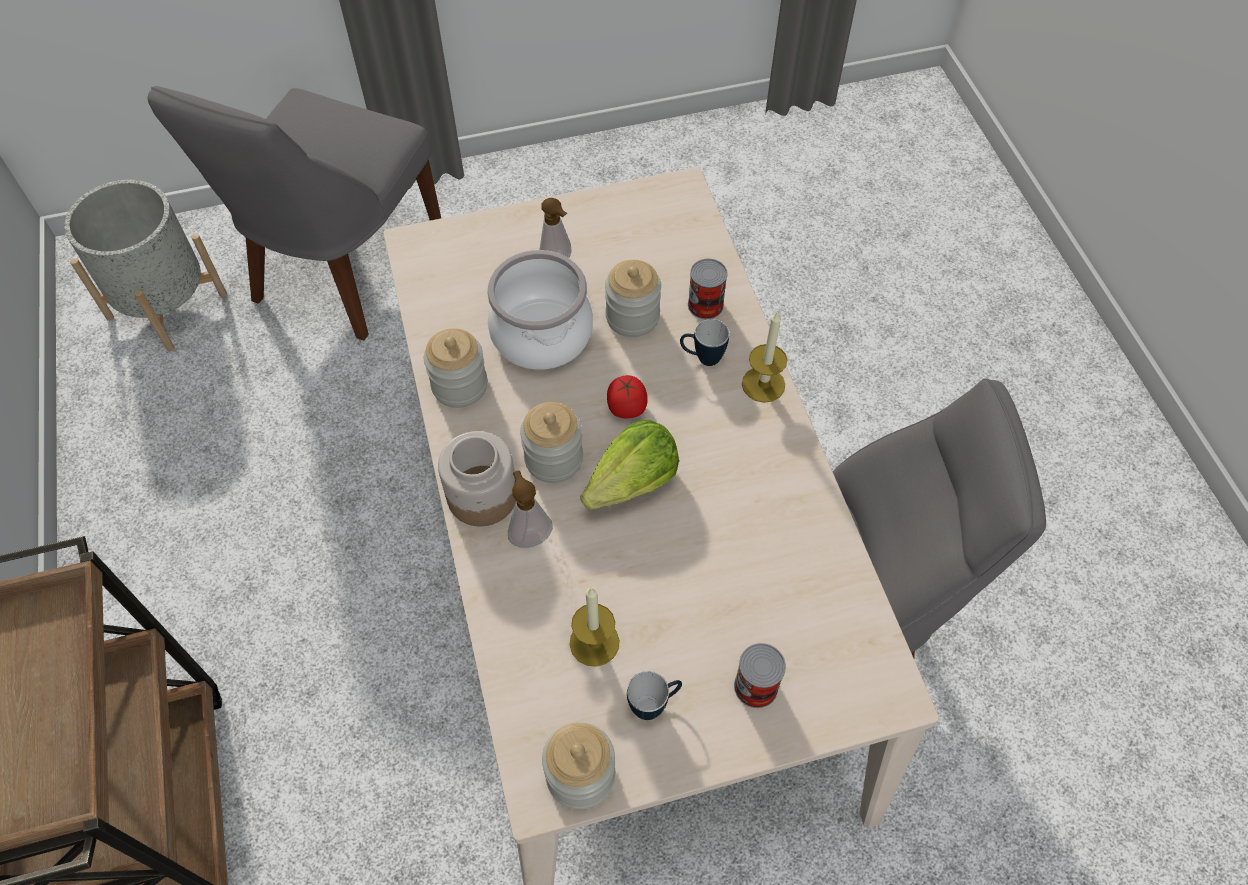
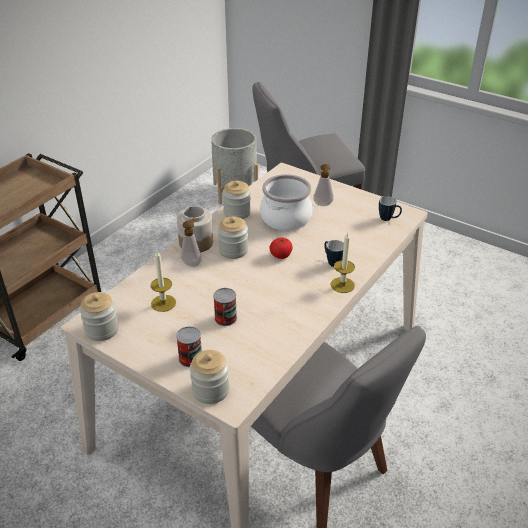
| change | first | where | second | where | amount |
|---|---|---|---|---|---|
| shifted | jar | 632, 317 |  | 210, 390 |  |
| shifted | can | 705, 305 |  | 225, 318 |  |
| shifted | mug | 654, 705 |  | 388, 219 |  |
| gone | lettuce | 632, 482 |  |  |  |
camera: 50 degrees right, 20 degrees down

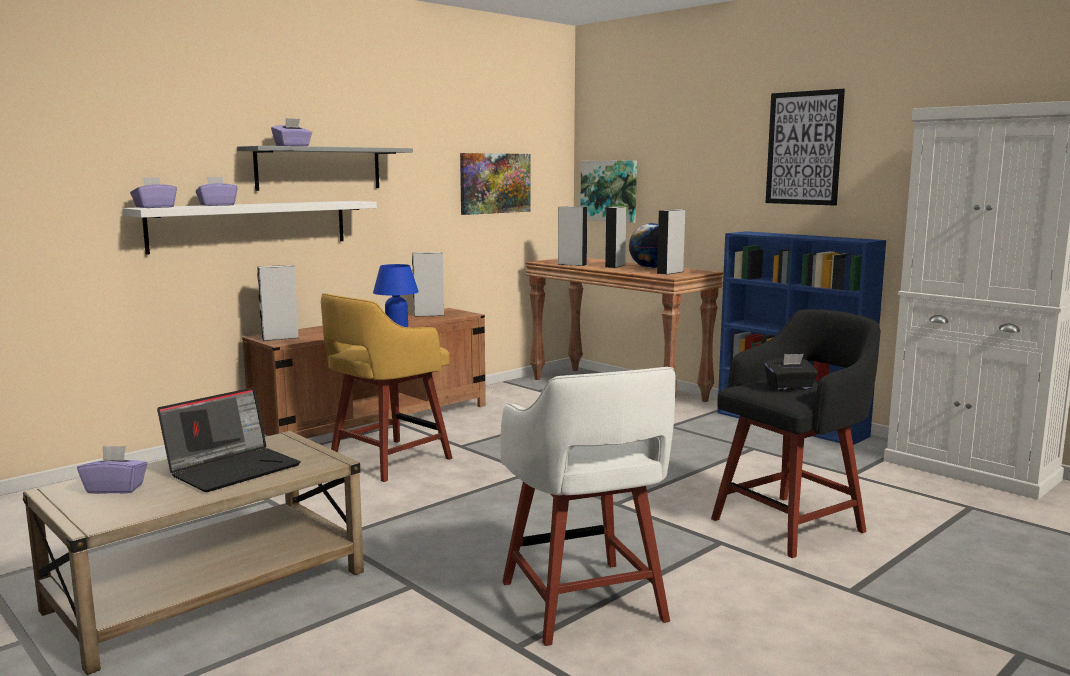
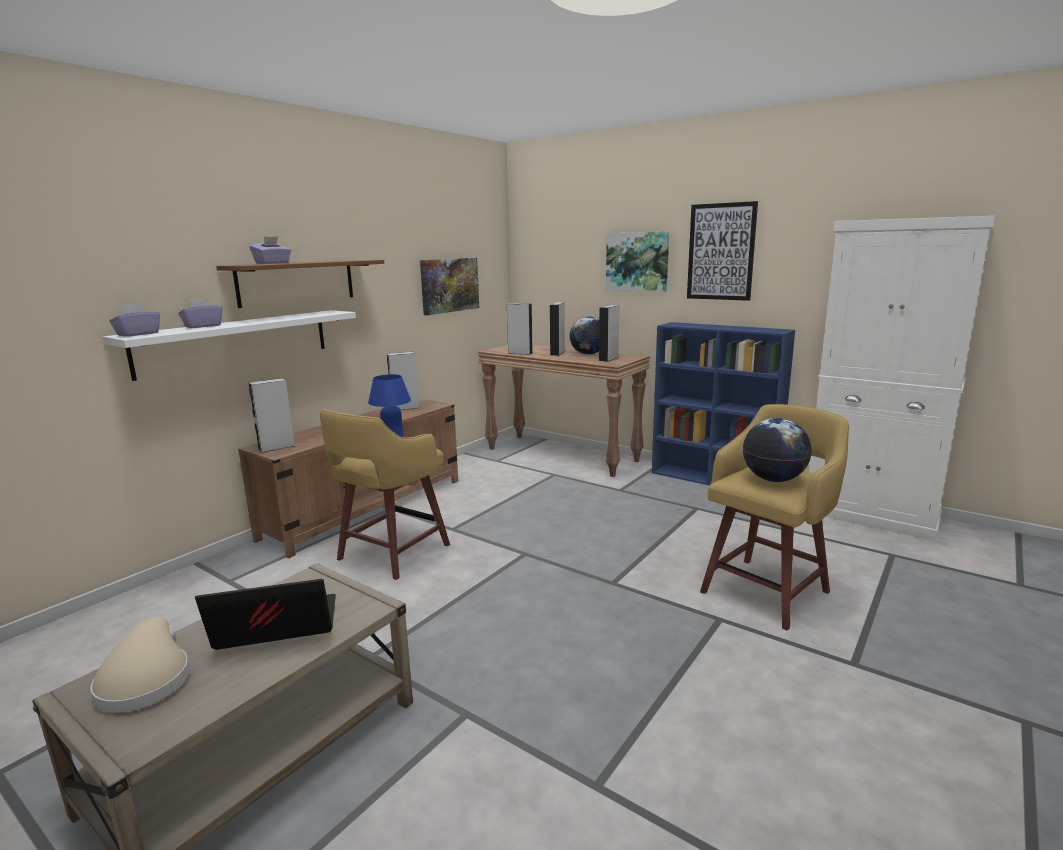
| change | first | where | second | where | amount |
|---|---|---|---|---|---|
| swapped | purple tissue box | 115, 488 | beige hat | 146, 680 |  |
| rotated | laptop | 234, 468 |  | 275, 629 | 135 degrees counterclockwise |
| repainted | grey shelf | 319, 168 | brown shelf | 297, 282 |  |
| shifted | picture | 609, 191 |  | 637, 261 |  |
| repainted | black stool | 791, 524 | yellow stool | 767, 590 |  |
| swapped | black tissue box | 790, 387 | globe | 774, 479 |  |
| gone | white stool | 584, 604 |  |  |  |
camera: 10 degrees left, 5 degrees up

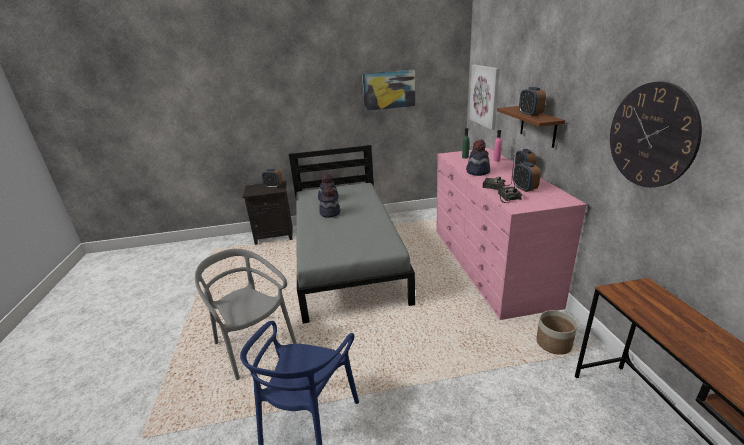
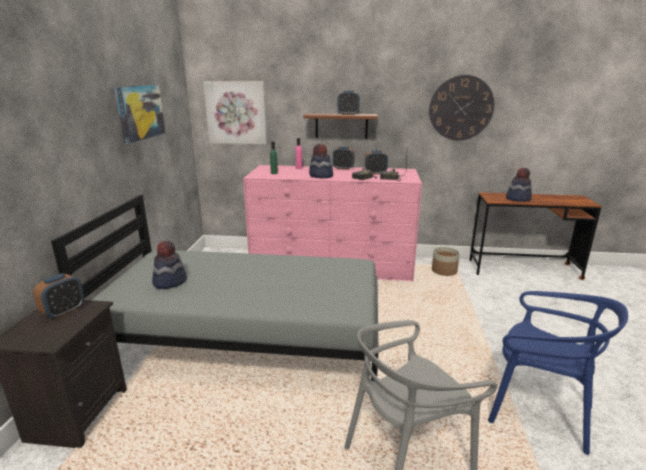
| change | first | where | second | where | amount |
|---|---|---|---|---|---|
| shifted | hat | 330, 213 |  | 517, 198 |  |
camera: 75 degrees left, 5 degrees down

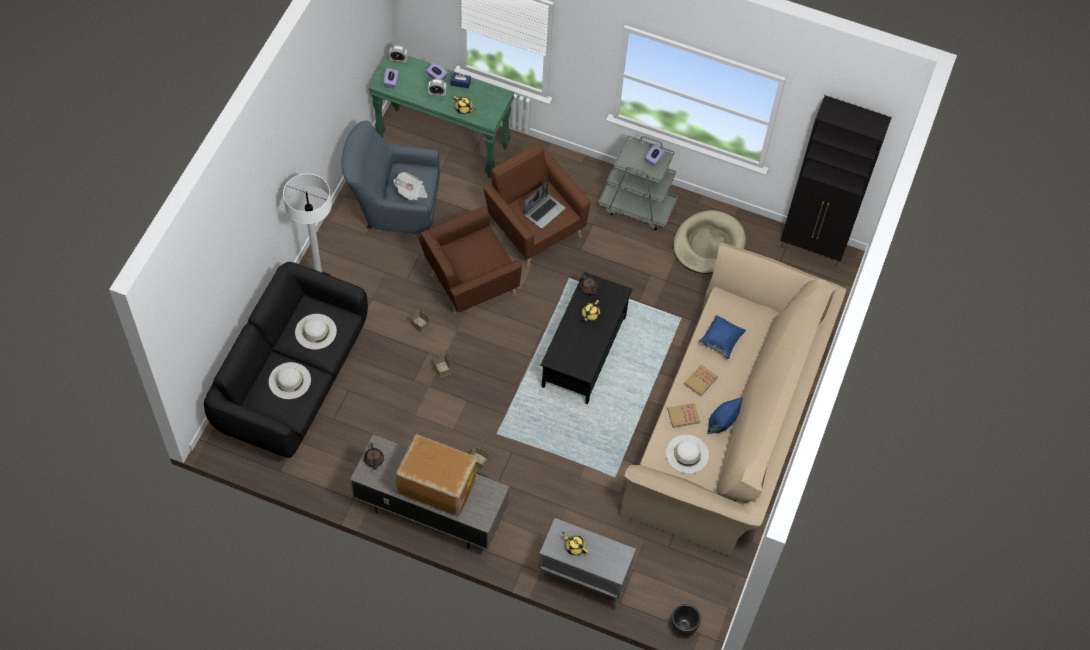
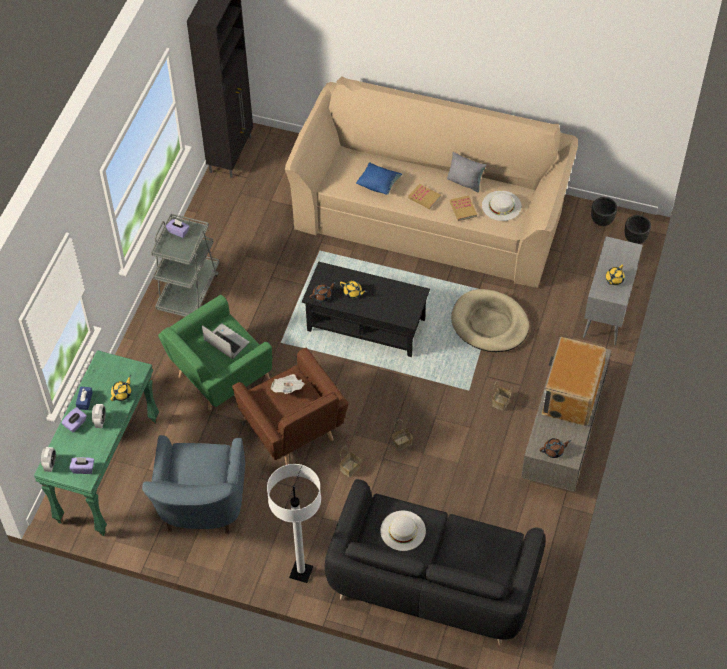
| change | first | where | second | where | amount |
|---|---|---|---|---|---|
| repainted | brown armchair | 534, 227 | green armchair | 219, 376 |  |
| shifted | newspaper | 411, 192 |  | 288, 389 |  |
| repainted | blue pillow | 722, 423 | grey pillow | 465, 182 |  |
| shifted | beige dog bed | 708, 244 |  | 489, 323 |  |
| new |  |  | black planter | 602, 221 |  |
| gone | white hat | 289, 380 |  |  |  |
camera: 90 degrees left, 5 degrees down

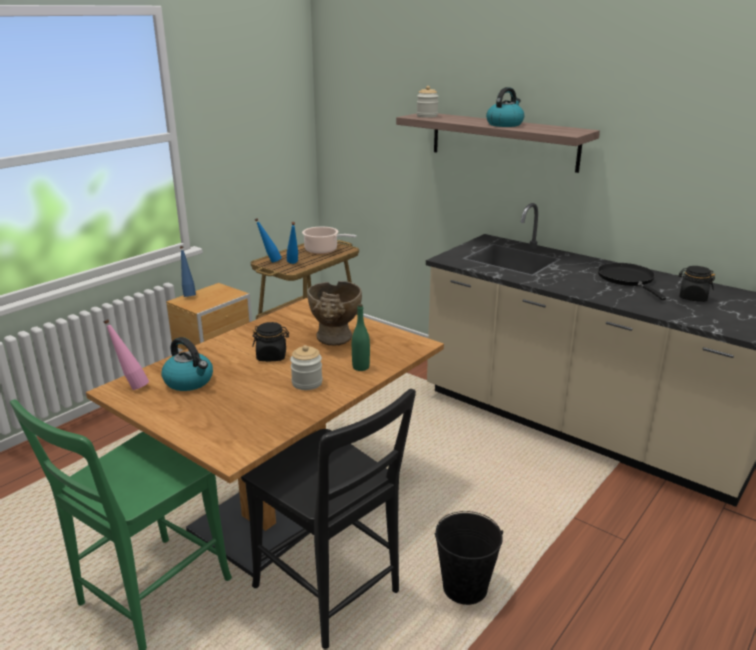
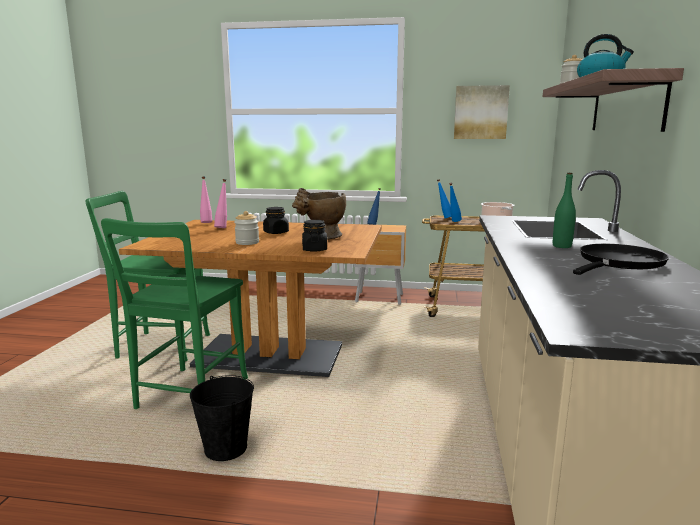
| change | first | where | second | where | amount |
|---|---|---|---|---|---|
| repainted | black chair | 331, 593 | green chair | 189, 396 |  |
| swapped | kettle | 189, 381 | pink bottle | 223, 227 |  |
| shifted | black jar | 692, 297 |  | 314, 249 |  |
| new |  |  | picture | 480, 112 |  |
| shifted | green bottle | 361, 367 |  | 561, 246 |  |
camera: 60 degrees right, 10 degrees down

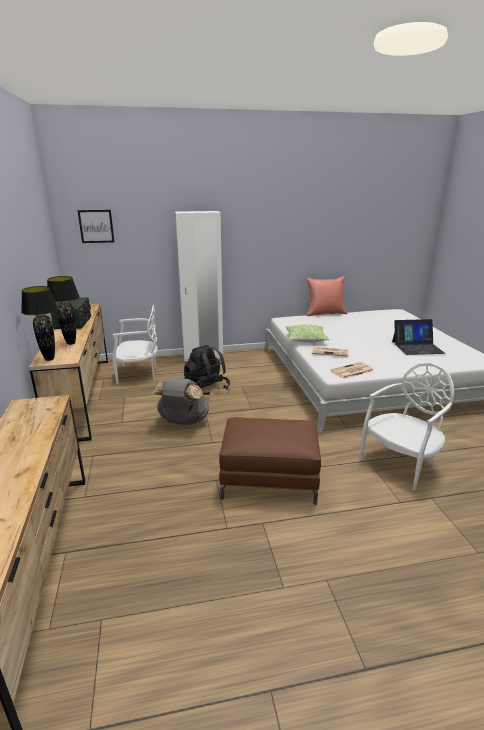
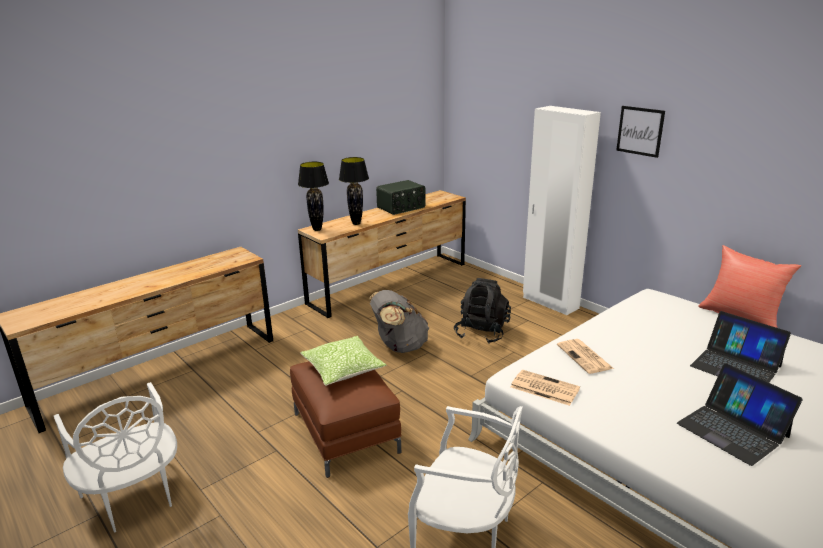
| change | first | where | second | where | amount |
|---|---|---|---|---|---|
| shifted | white chair | 138, 374 |  | 133, 498 |  |
| shifted | pillow | 306, 339 |  | 343, 369 |  |
| shifted | picture | 96, 226 |  | 640, 131 |  |
| new |  |  | laptop | 735, 366 |  |
camera: 60 degrees right, 0 degrees up

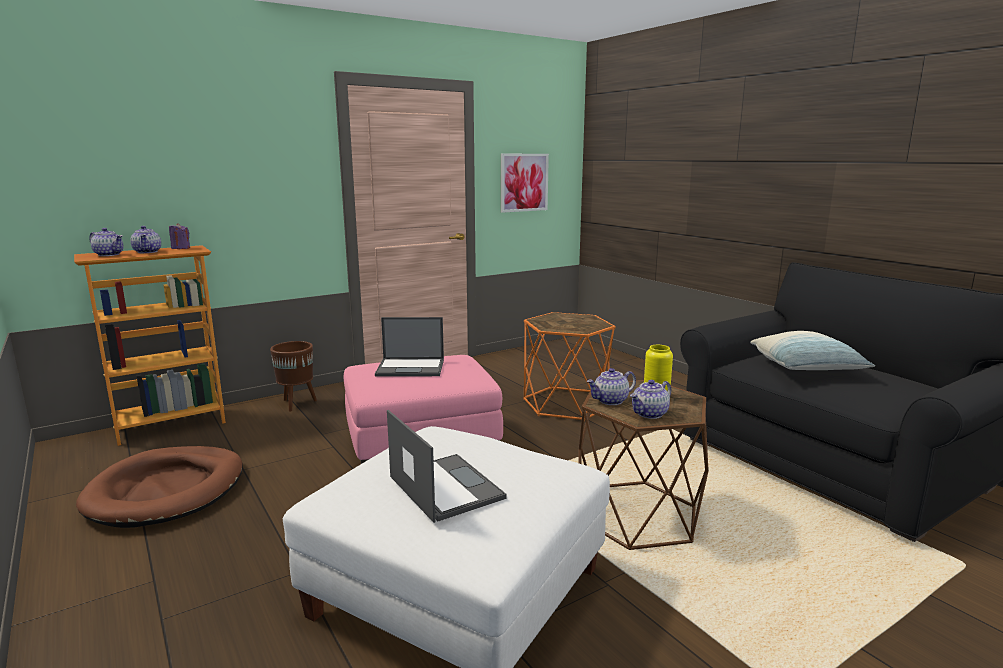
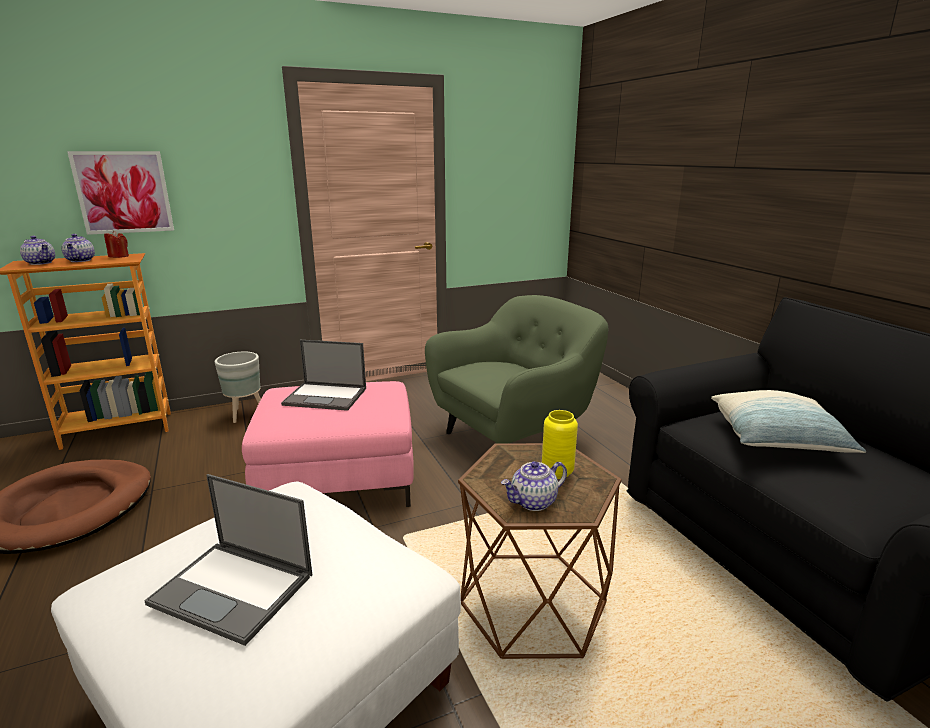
| change | first | where | second | where | amount |
|---|---|---|---|---|---|
| shifted | picture | 524, 182 |  | 123, 192 |  |
| repainted | purple candle | 181, 248 | red candle | 119, 256 |  |
| rotated | laptop | 444, 487 |  | 234, 589 | 135 degrees clockwise |
| repainted | brown planter | 297, 404 | grey planter | 245, 414 |  |
| swapped | orange side table | 566, 404 | green armchair | 514, 437 |  |
| gone | teapot | 610, 401 |  |  |  |
camera: 10 degrees right, 5 degrees up

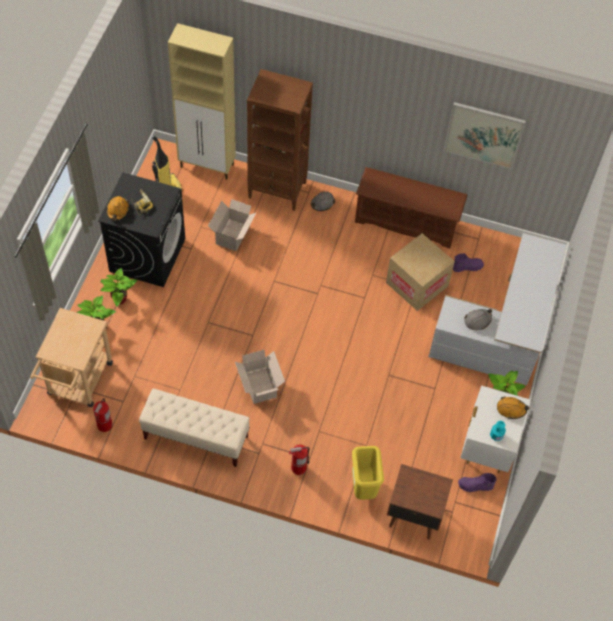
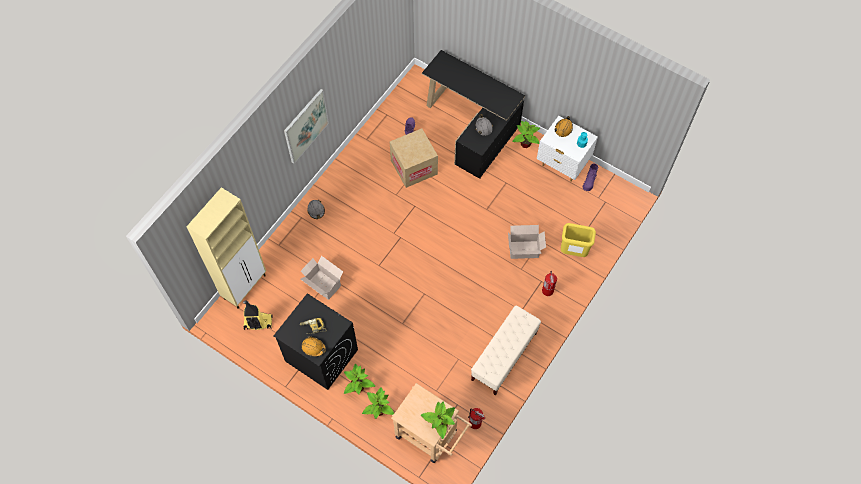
| change | first | where | second | where | amount |
|---|---|---|---|---|---|
| shifted | picture | 483, 135 |  | 306, 126 |  |
| new |  |  | potted plant | 440, 425 |  |
| repainted | white desk | 501, 333 | black desk | 473, 126 |  |
| shifted | cardboard box | 259, 386 |  | 524, 250 |  |
| gone | brown bookcase | 278, 190 |  |  |  |
| gone | brown shoe rack | 406, 222 |  |  |  |
| gone | brown nightstand | 413, 515 |  |  |  |
camera: 70 degrees left, 5 degrees up

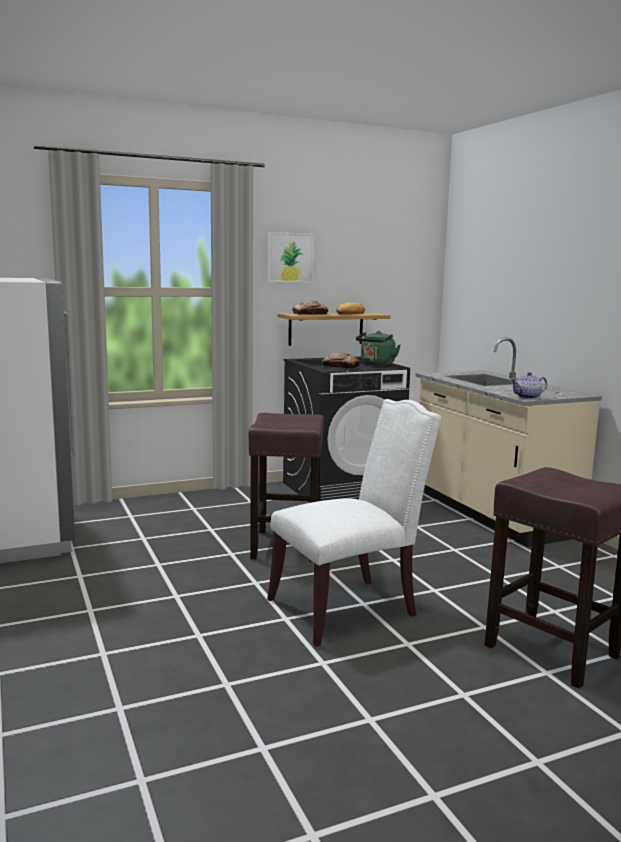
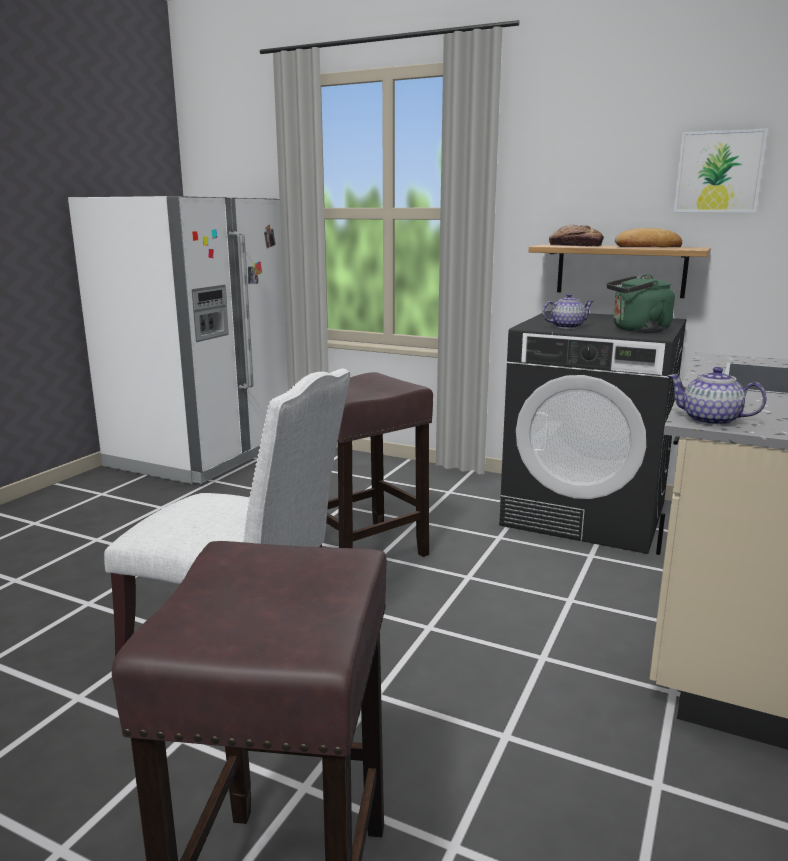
| change | first | where | second | where | amount |
|---|---|---|---|---|---|
| swapped | bread | 340, 366 | teapot | 566, 327 |  |
| shifted | picture | 290, 257 |  | 719, 172 |  |
camera: 50 degrees right, 5 degrees up

